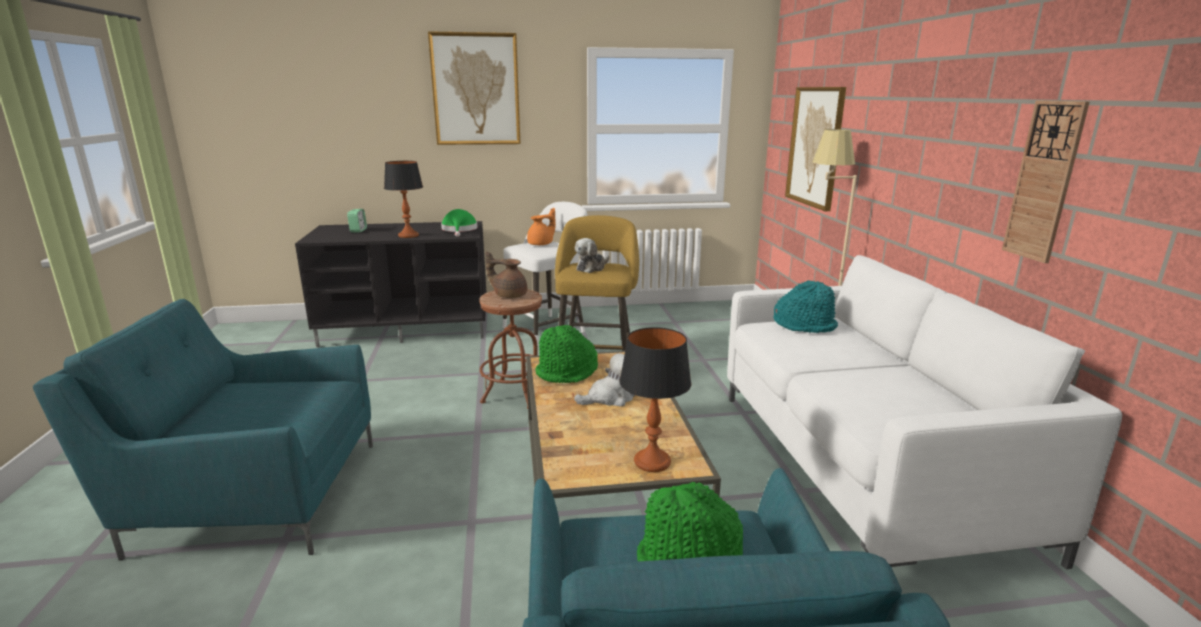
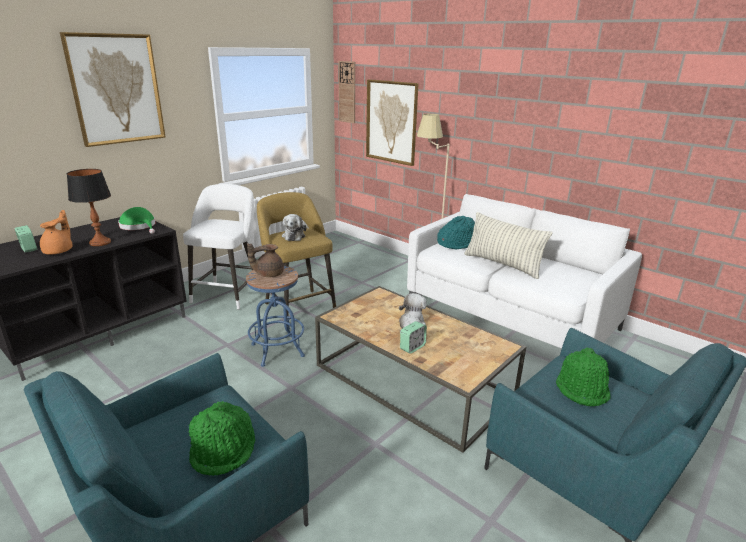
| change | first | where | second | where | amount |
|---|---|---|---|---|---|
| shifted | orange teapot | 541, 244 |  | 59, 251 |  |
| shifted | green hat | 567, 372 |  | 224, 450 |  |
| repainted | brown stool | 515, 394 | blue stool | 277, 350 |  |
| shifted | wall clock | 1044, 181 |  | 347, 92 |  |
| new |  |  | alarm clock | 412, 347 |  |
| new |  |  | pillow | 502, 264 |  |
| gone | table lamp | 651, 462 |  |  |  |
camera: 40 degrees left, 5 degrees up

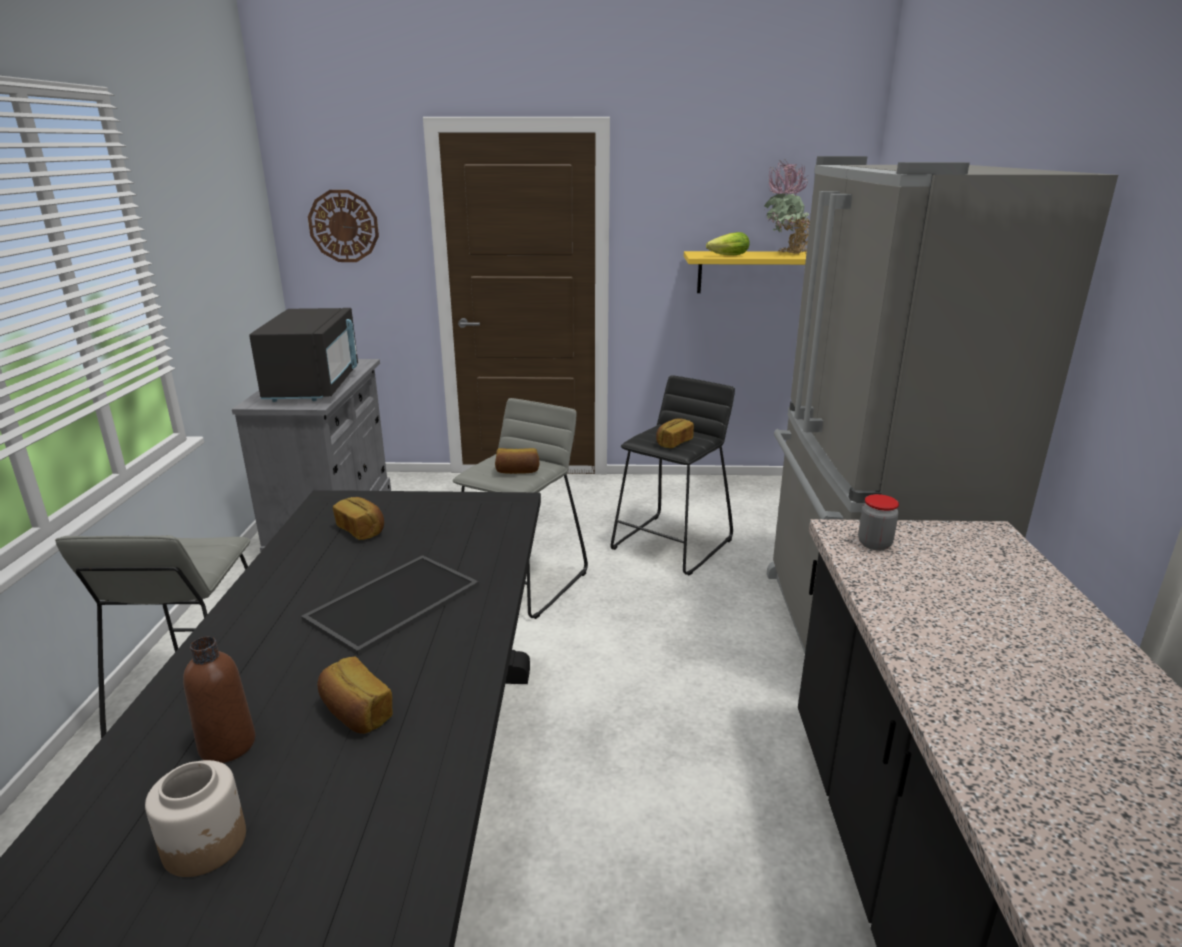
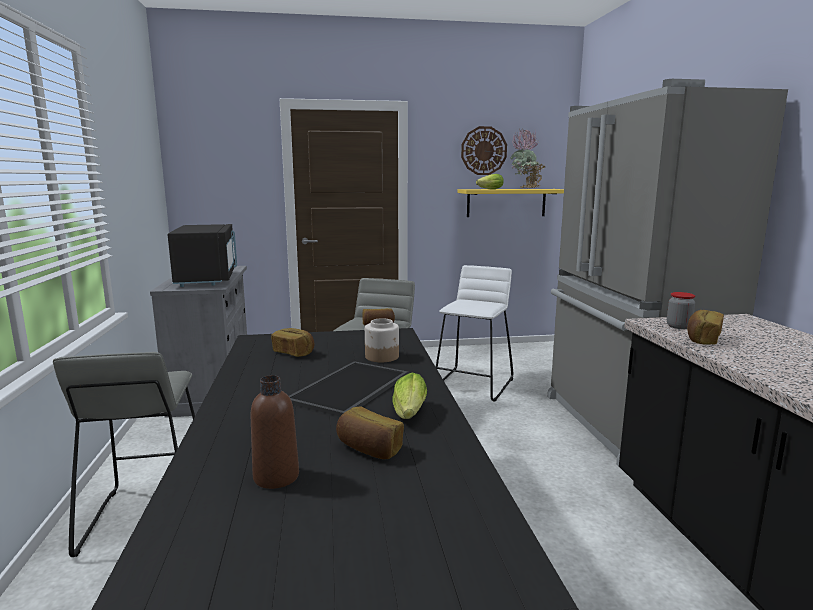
| change | first | where | second | where | amount |
|---|---|---|---|---|---|
| shifted | jar | 206, 844 |  | 382, 357 |  |
| new |  |  | lettuce | 409, 415 |  |
| repainted | black stool | 672, 544 | white stool | 474, 384 |  |
| shifted | wall clock | 343, 226 |  | 483, 151 |  |
| shifted | bread | 673, 442 |  | 702, 339 |  |
camera: 10 degrees left, 10 degrees down

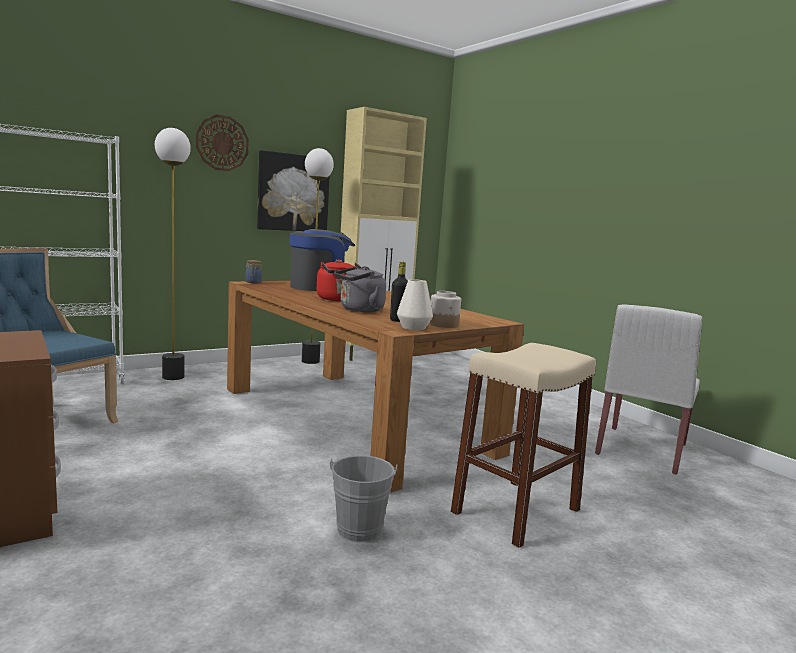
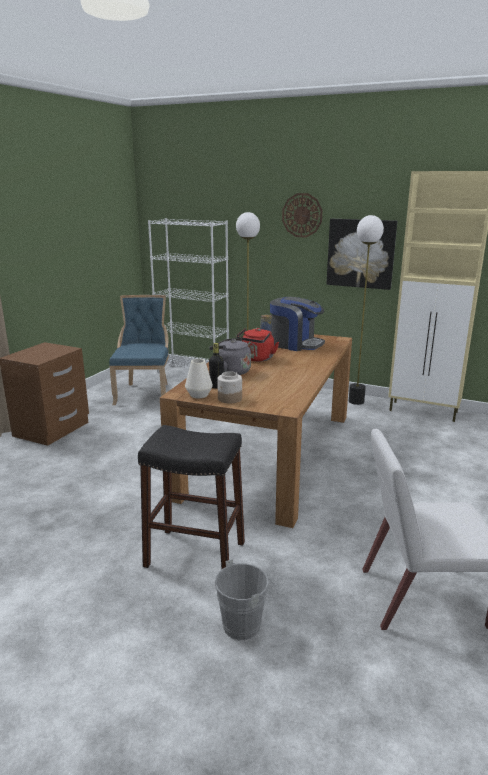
| change | first | where | second | where | amount |
|---|---|---|---|---|---|
| repainted | beige stool | 516, 511 | black stool | 195, 554 |  |
| shifted | grey bucket | 360, 527 |  | 245, 624 |  |
camera: 60 degrees right, 10 degrees up

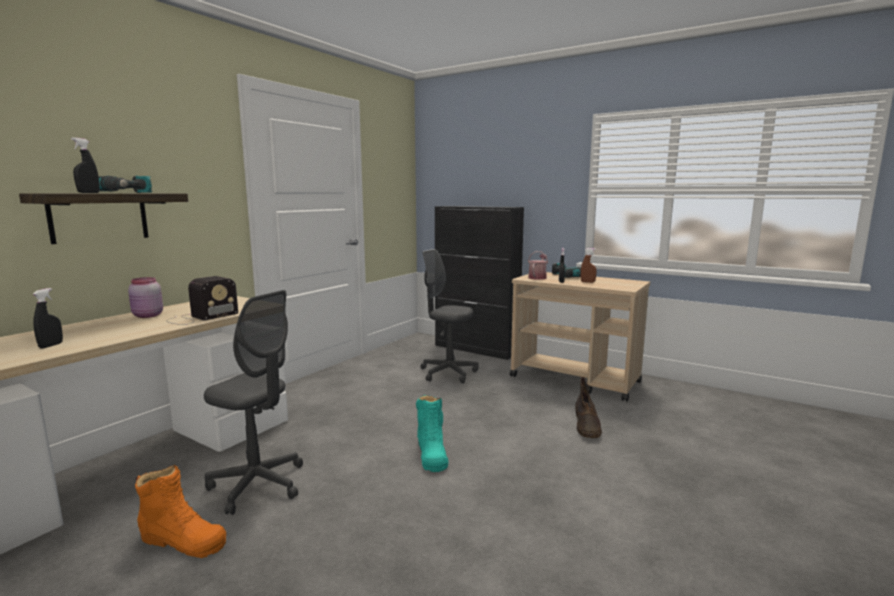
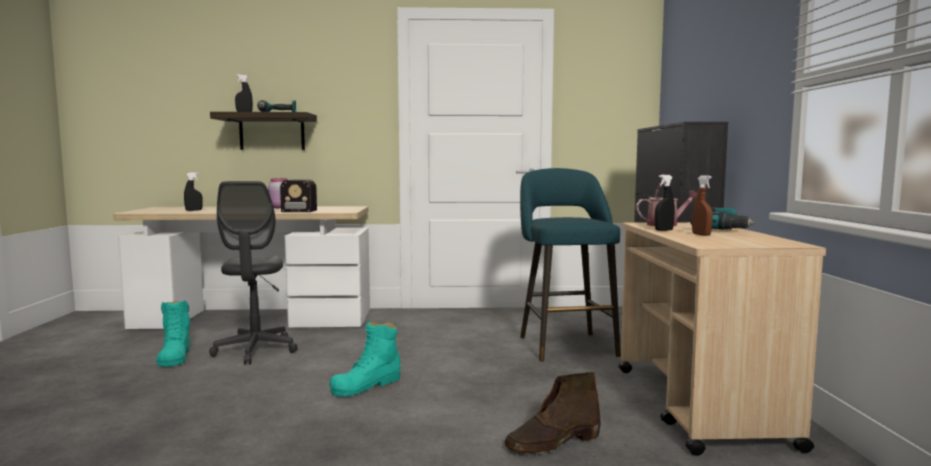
| change | first | where | second | where | amount |
|---|---|---|---|---|---|
| repainted | orange boot | 183, 541 | turquoise boot | 175, 356 |  |
| swapped | grey office chair | 448, 373 | turquoise stool | 565, 344 |  |
camera: 55 degrees right, 5 degrees down

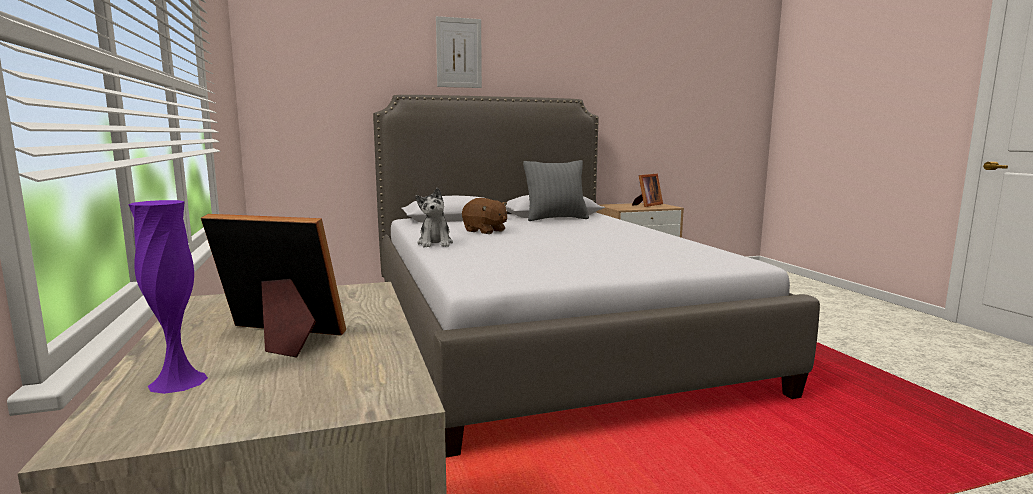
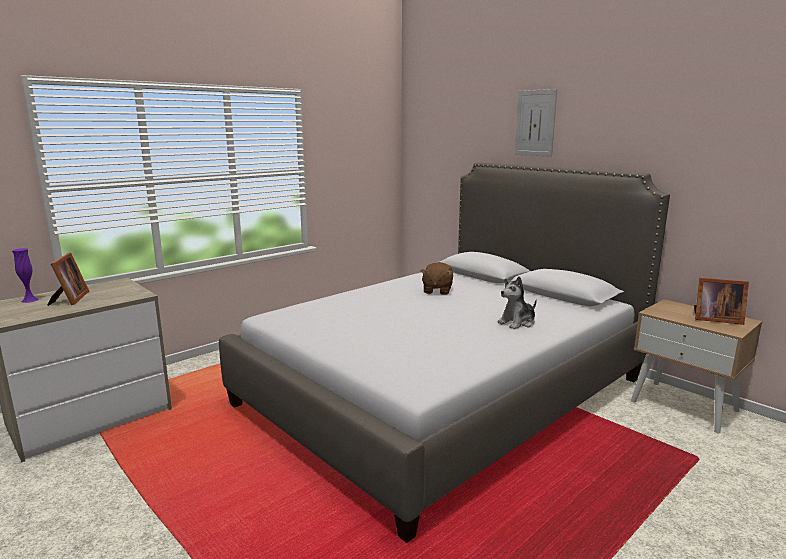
| change | first | where | second | where | amount |
|---|---|---|---|---|---|
| shifted | plush toy | 435, 243 |  | 517, 323 |  |
| gone | grey pillow | 556, 219 |  |  |  |
camera: 65 degrees right, 5 degrees up

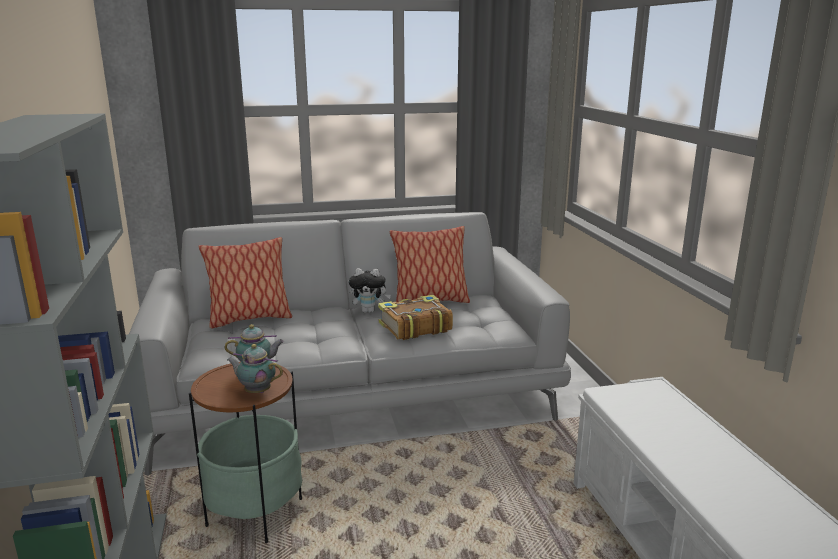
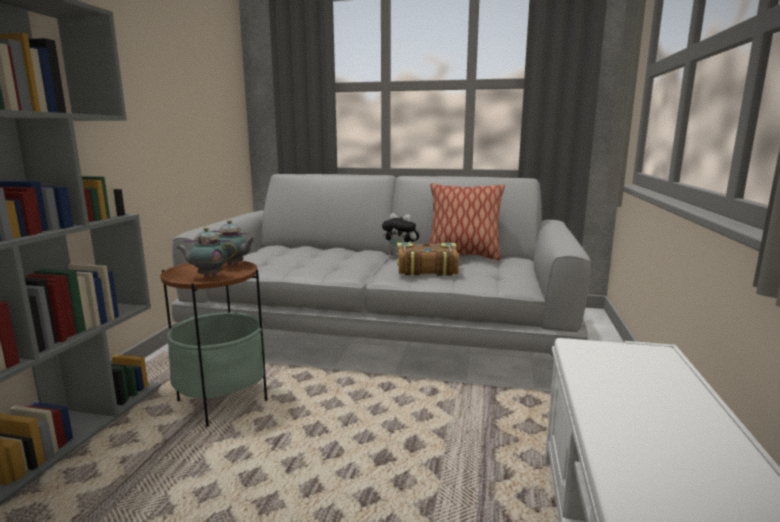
| change | first | where | second | where | amount |
|---|---|---|---|---|---|
| rotated | teapot | 256, 391 |  | 208, 276 | 45 degrees counterclockwise |
| gone | pillow | 249, 319 |  |  |  |
camera: 25 degrees right, 5 degrees down

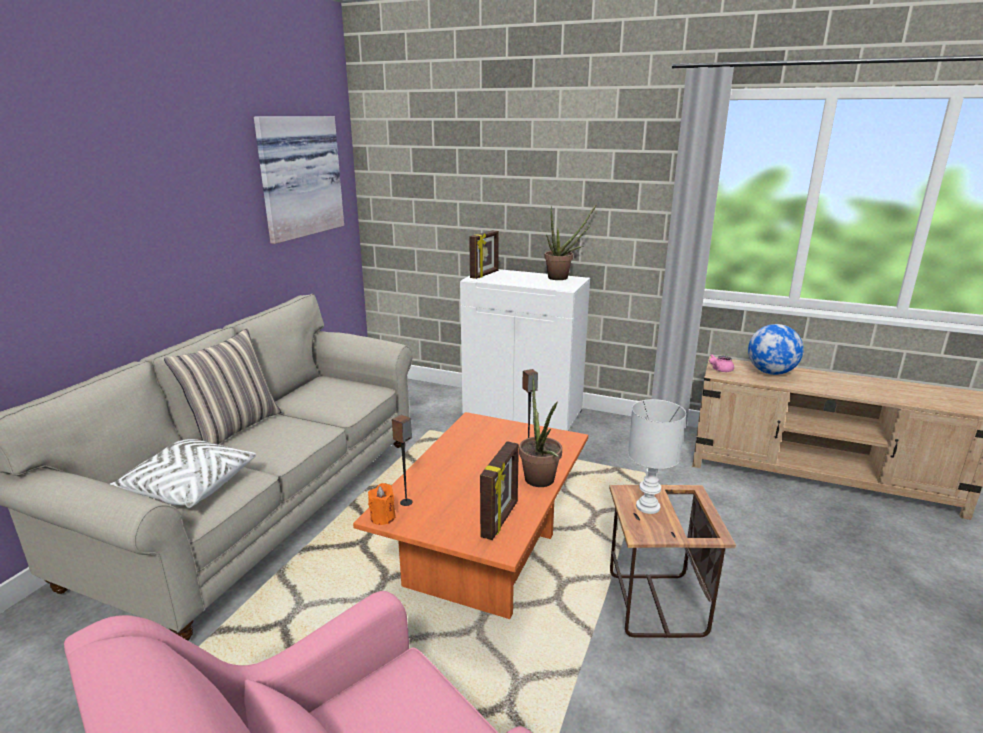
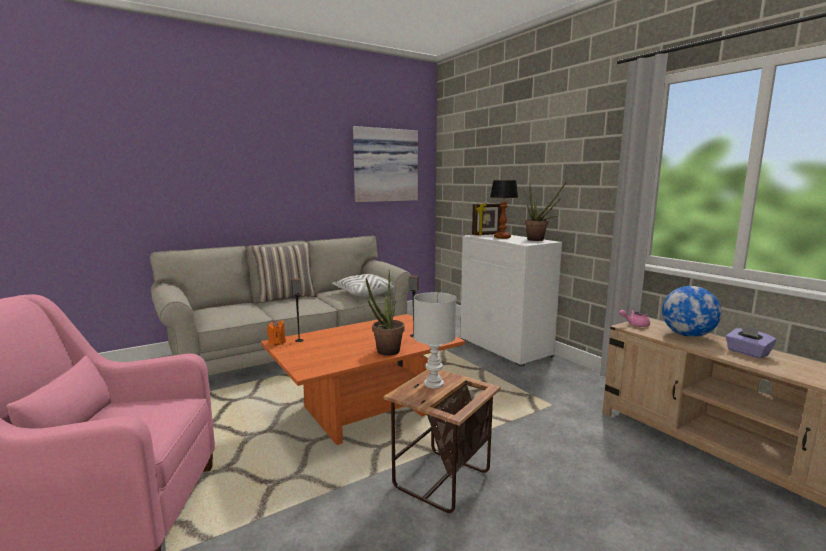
| change | first | where | second | where | amount |
|---|---|---|---|---|---|
| shifted | white pillow | 188, 487 |  | 364, 293 |  |
| new |  |  | table lamp | 502, 237 |  |
| new |  |  | purple tissue box | 747, 353 |  |
| gone | picture frame | 500, 520 |  |  |  |
camera: 35 degrees right, 10 degrees down

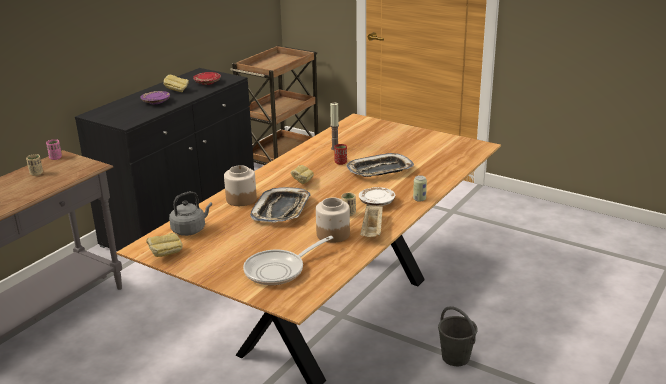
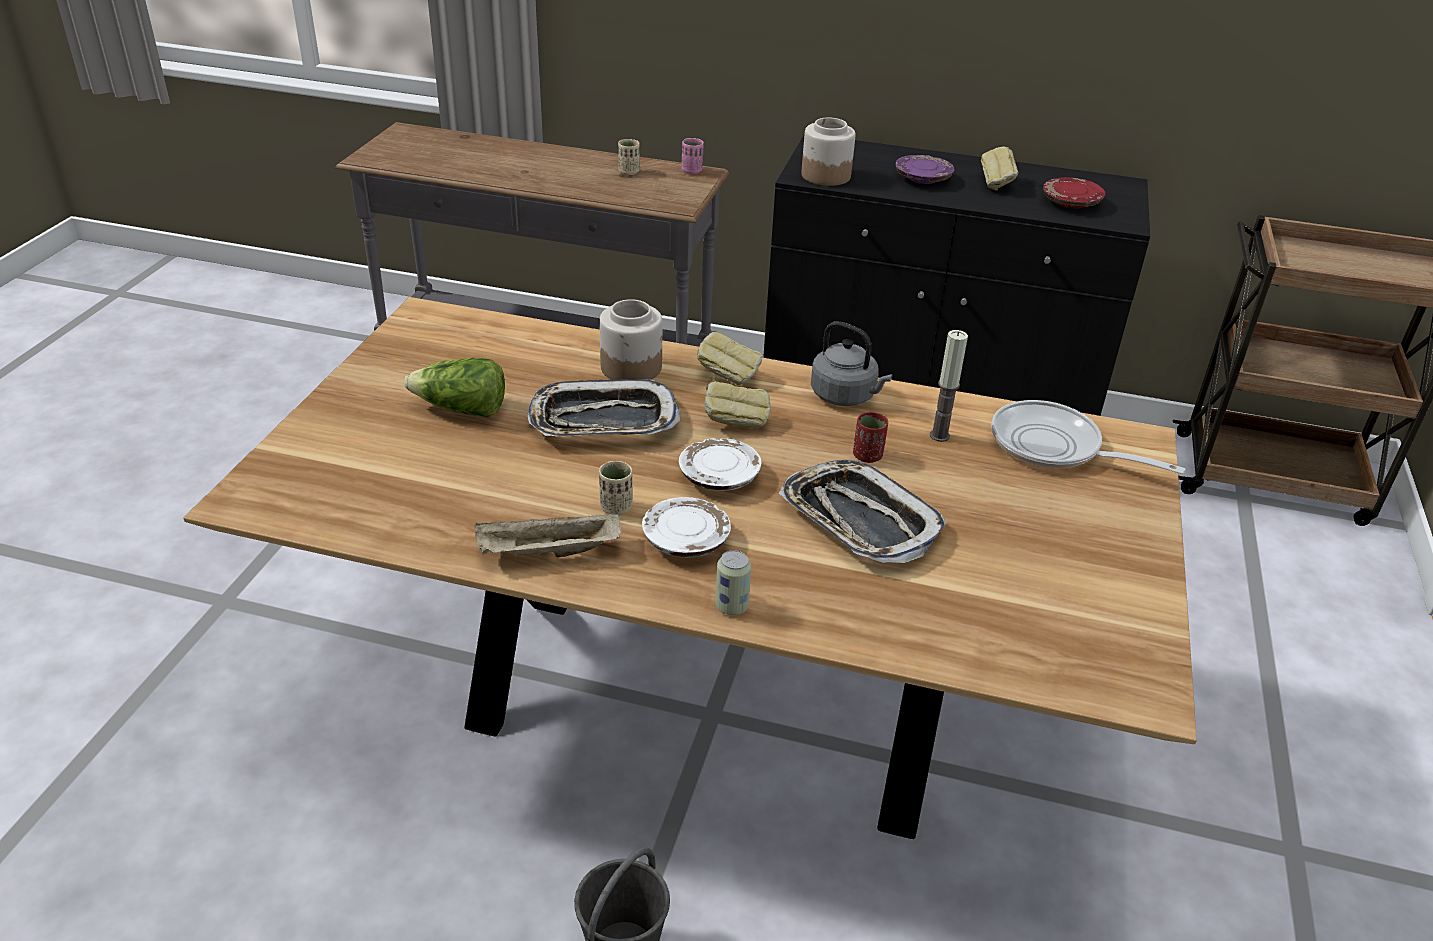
| change | first | where | second | where | amount |
|---|---|---|---|---|---|
| new |  |  | lettuce | 462, 410 |  |
| new |  |  | white plate | 719, 477 |  |
| shifted | bread | 165, 255 |  | 728, 377 |  |
| shifted | jar | 332, 234 |  | 825, 176 |  |
| shifted | grey kettle | 190, 230 |  | 846, 396 |  |
| shifted | frying pan | 279, 270 |  | 1054, 447 |  |
camera: 70 degrees right, 10 degrees up

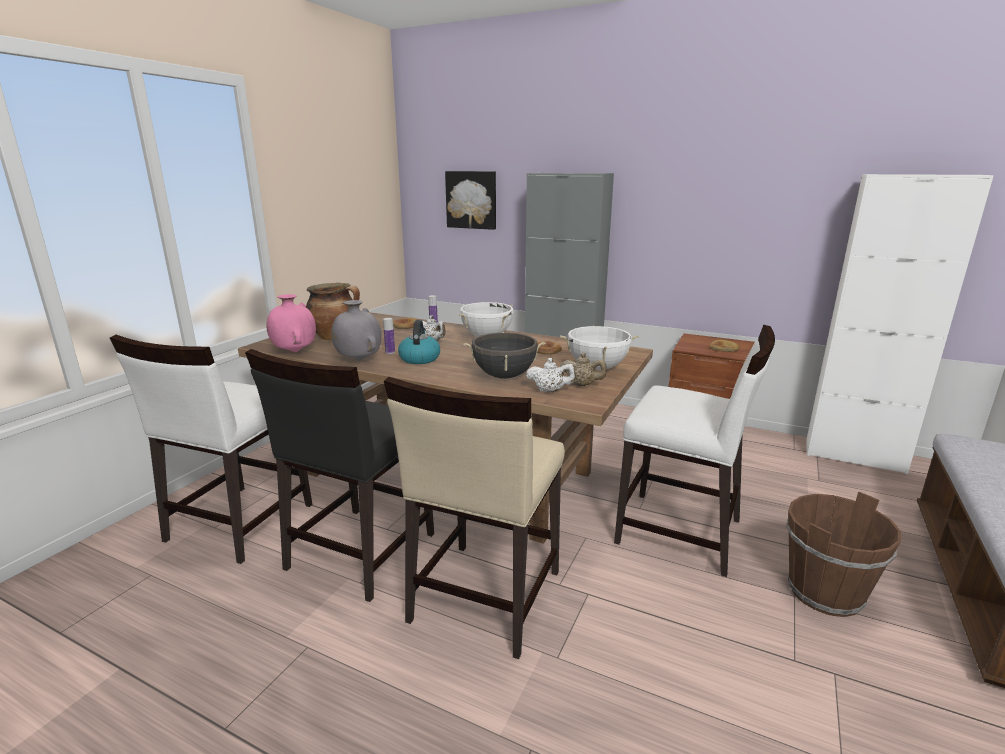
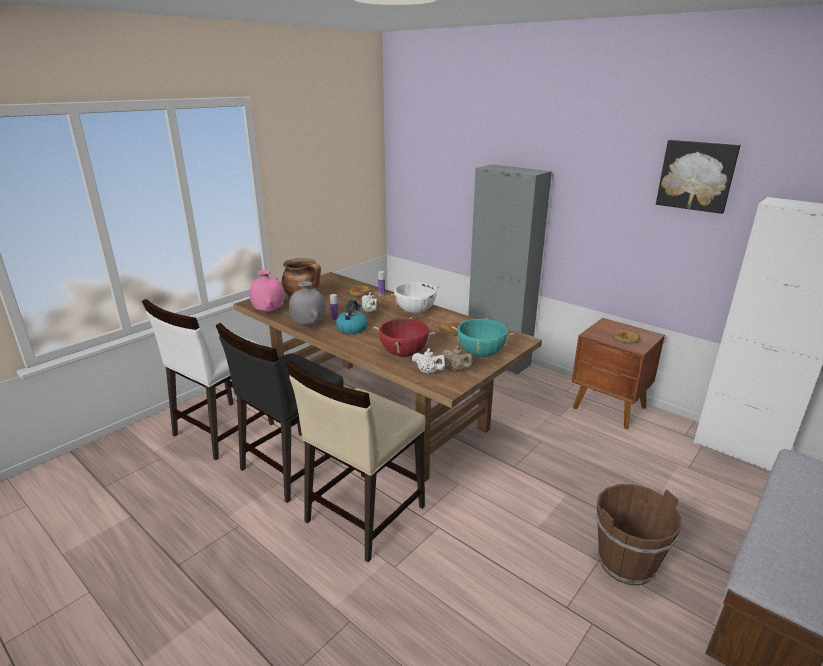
| change | first | where | second | where | amount |
|---|---|---|---|---|---|
| repainted | black cooking pot | 504, 376 | red cooking pot | 403, 354 |  |
| repainted | white cooking pot | 597, 368 | turquoise cooking pot | 481, 354 |  |
| shifted | picture | 472, 200 |  | 696, 175 |  |
| gone | white chair | 680, 532 |  |  |  |
camera: 15 degrees right, 5 degrees up

